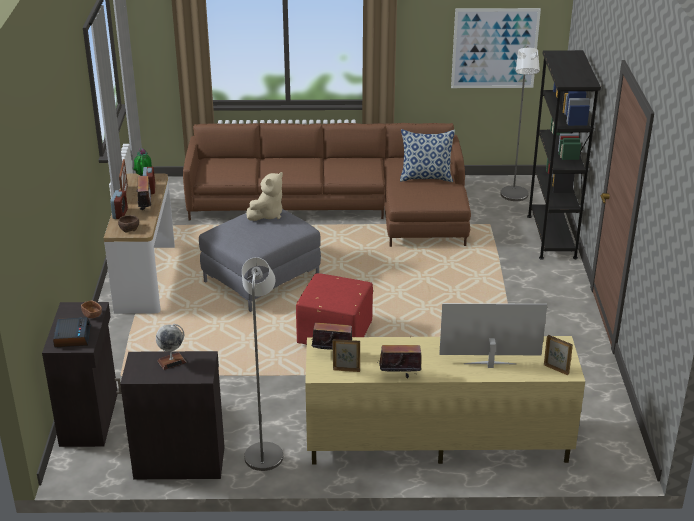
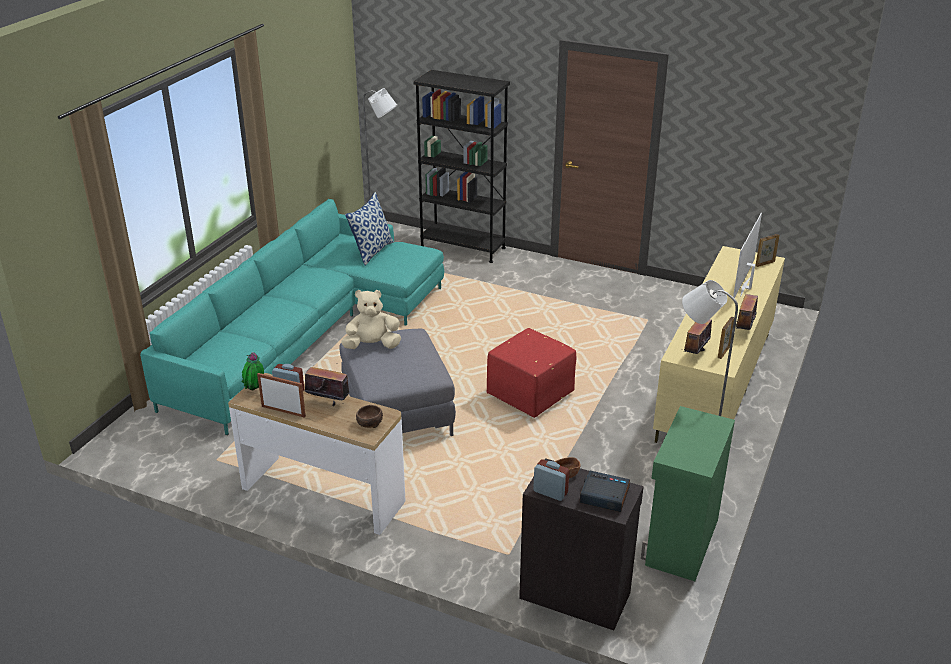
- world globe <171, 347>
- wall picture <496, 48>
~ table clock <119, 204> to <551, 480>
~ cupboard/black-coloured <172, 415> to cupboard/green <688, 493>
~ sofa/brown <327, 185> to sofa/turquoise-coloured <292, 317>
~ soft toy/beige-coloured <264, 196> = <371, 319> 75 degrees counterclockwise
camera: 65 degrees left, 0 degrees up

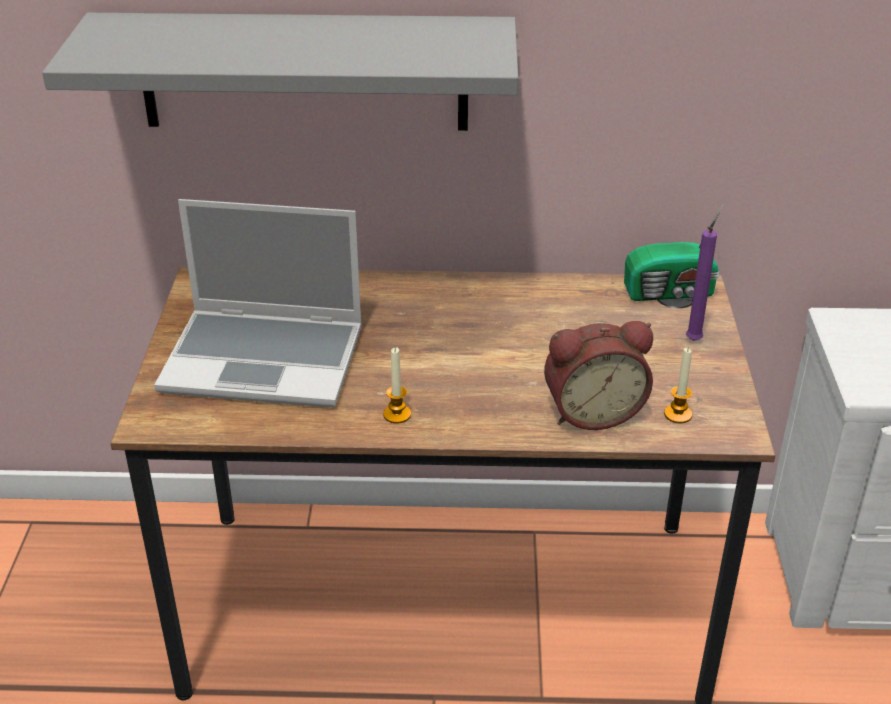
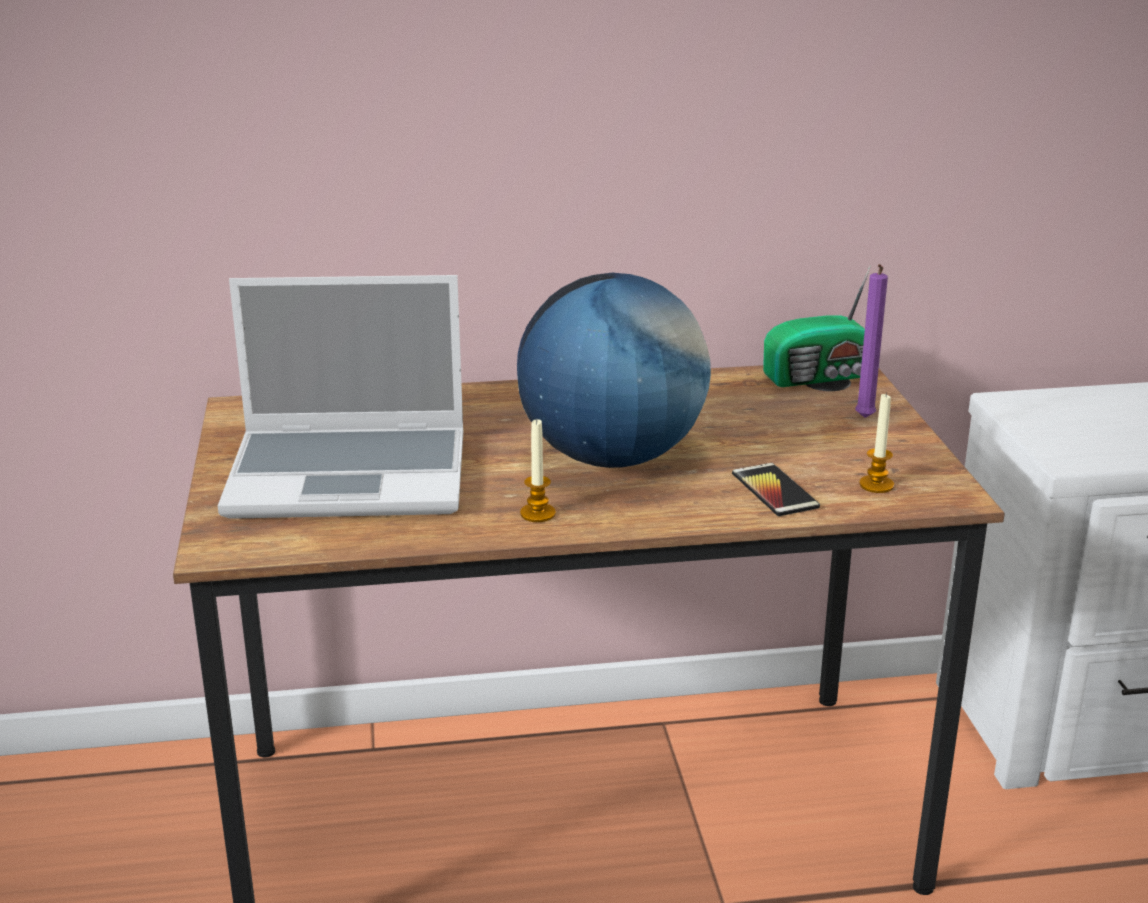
- wall shelf/gray <280, 72>
+ world globe <614, 370>
~ table clock <598, 375> to handset <776, 489>
camera: 10 degrees left, 10 degrees down

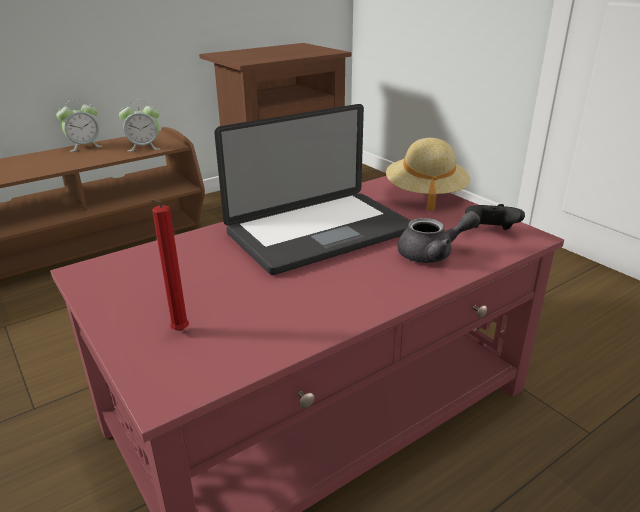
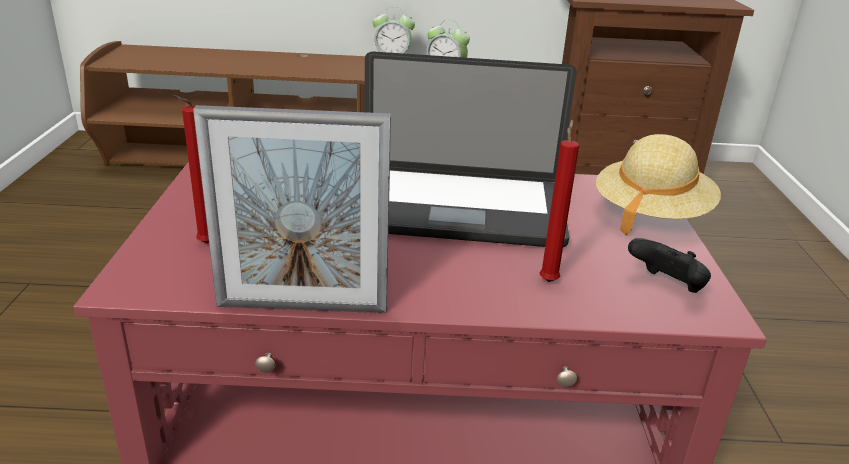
+ photo frame <292, 209>
~ teapot/gray <439, 237> to candle/reddish <559, 201>
camera: 35 degrees right, 0 degrees up

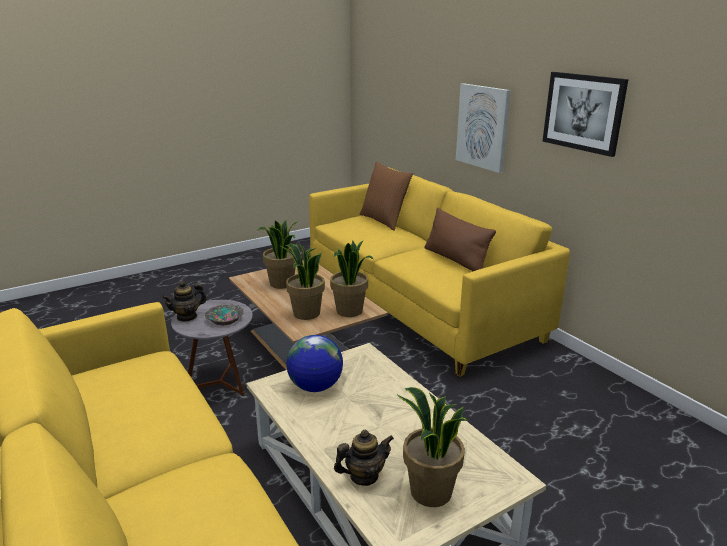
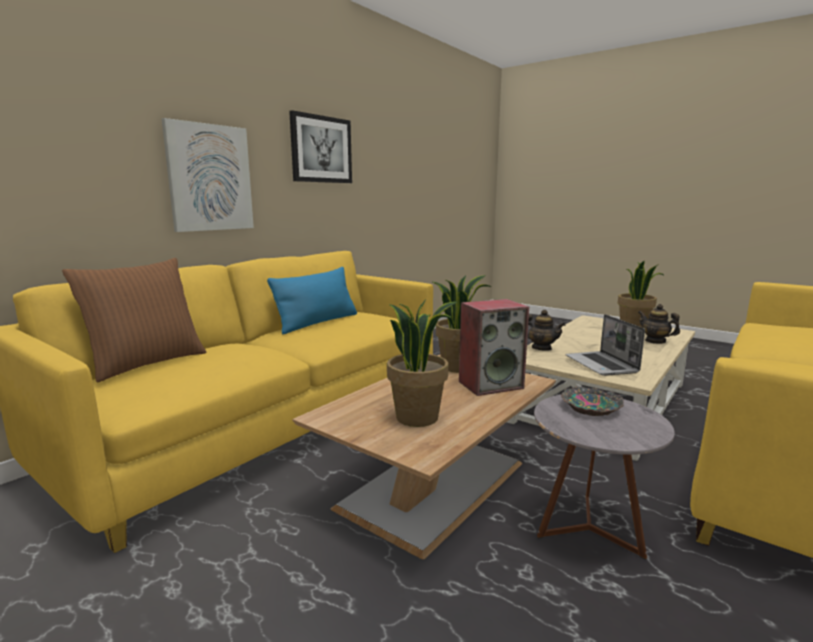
~ teapot <184, 301> to <546, 330>
~ potted plant <302, 281> to loudspeaker <494, 347>
~ world globe <314, 363> to laptop <605, 345>
~ cushion/brown <460, 239> to cushion/blue <312, 300>
camera: 110 degrees left, 10 degrees down

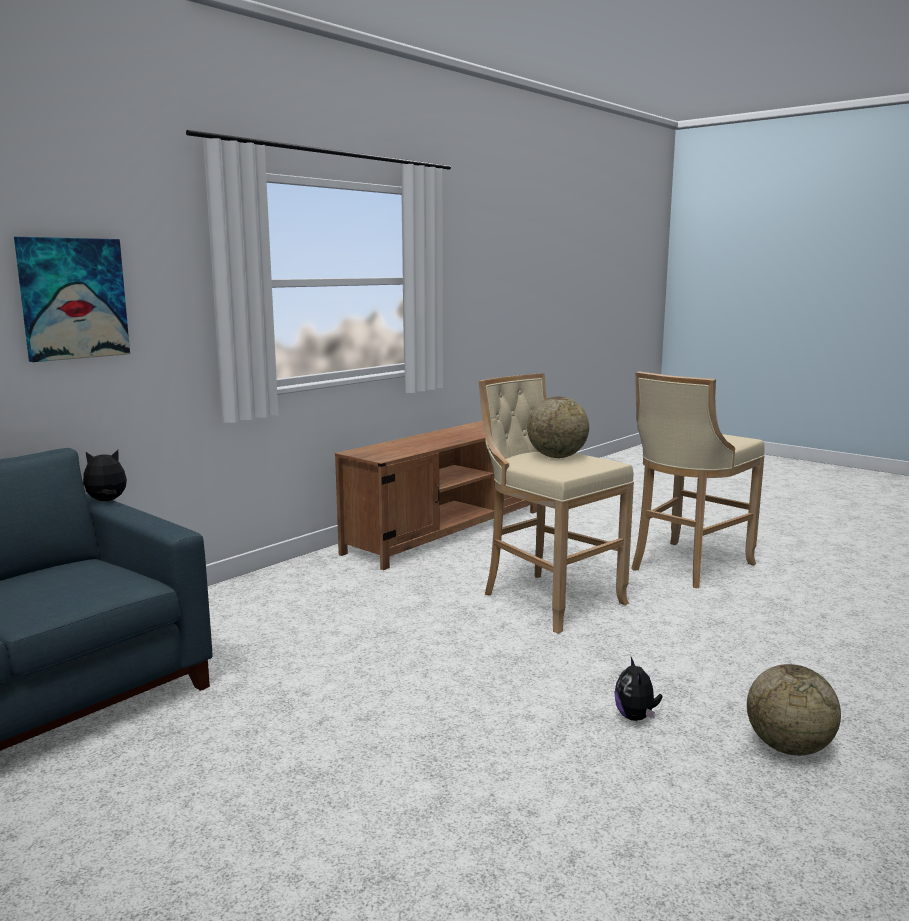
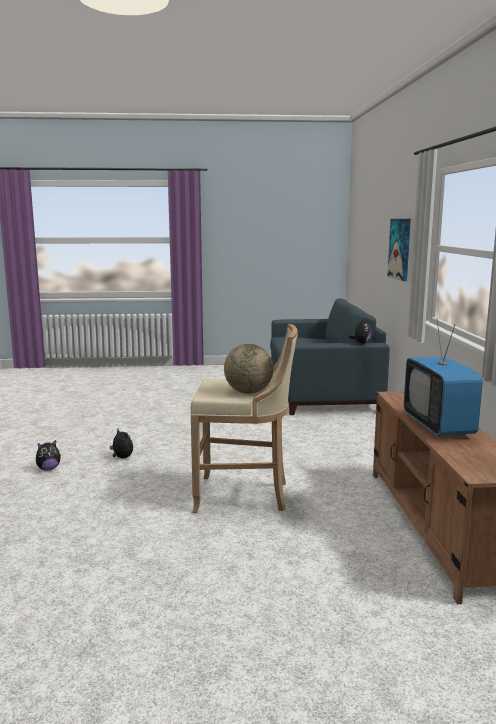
- sitting stool/beige-coloured <698, 479>
+ TV set <443, 377>
~ world globe <794, 710> to soft toy <48, 455>
camera: 135 degrees right, 0 degrees up

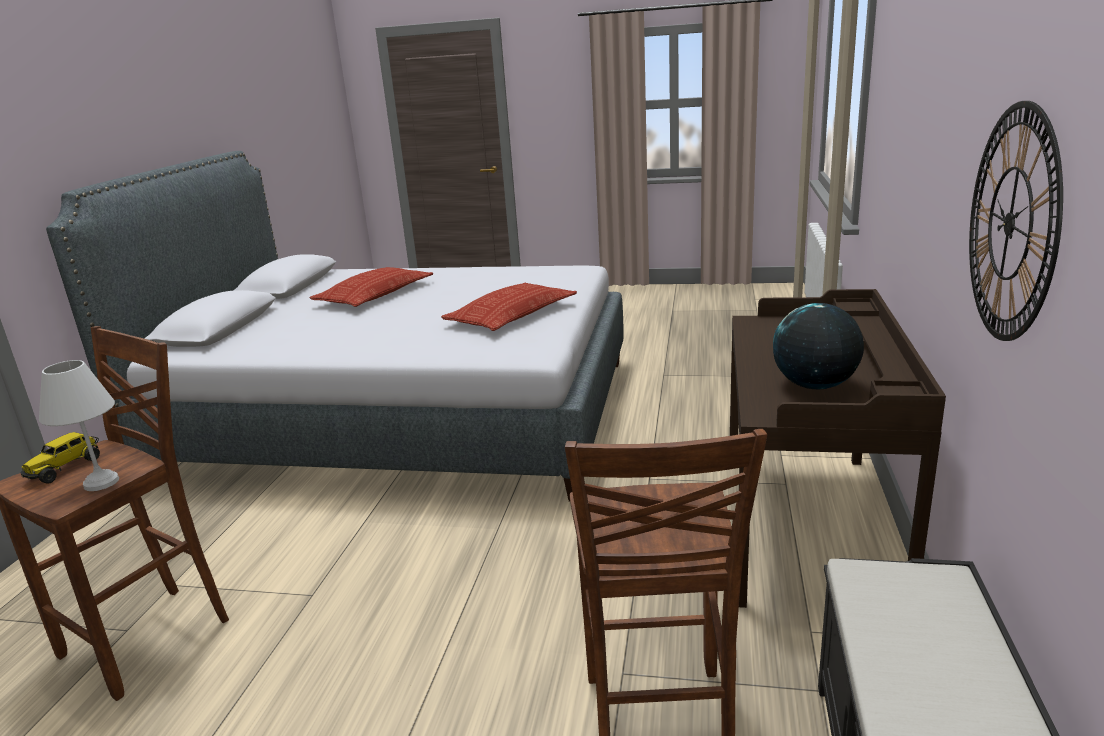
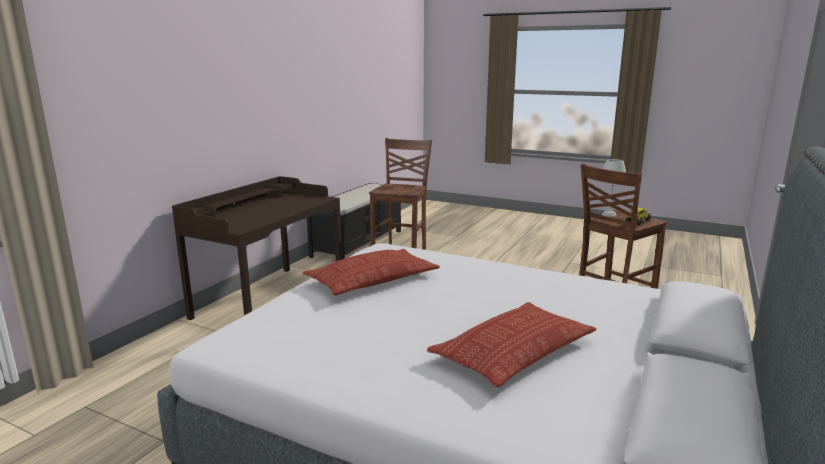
- world globe <818, 346>
- clock on the wall <1016, 221>
camera: 165 degrees left, 5 degrees down

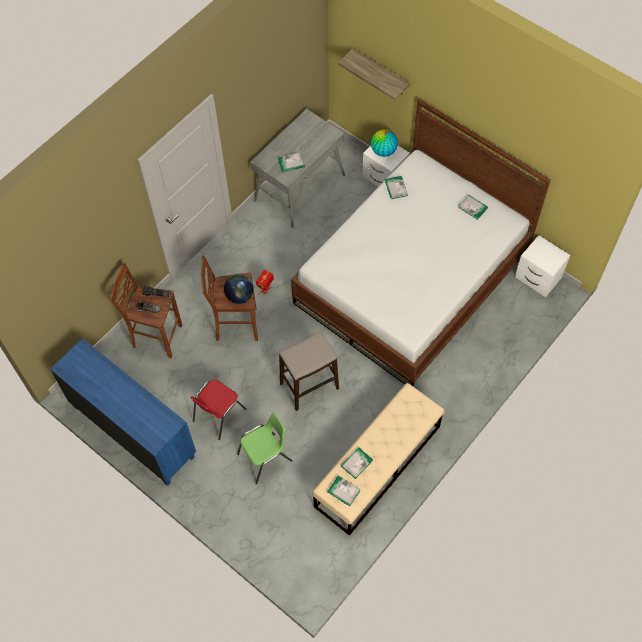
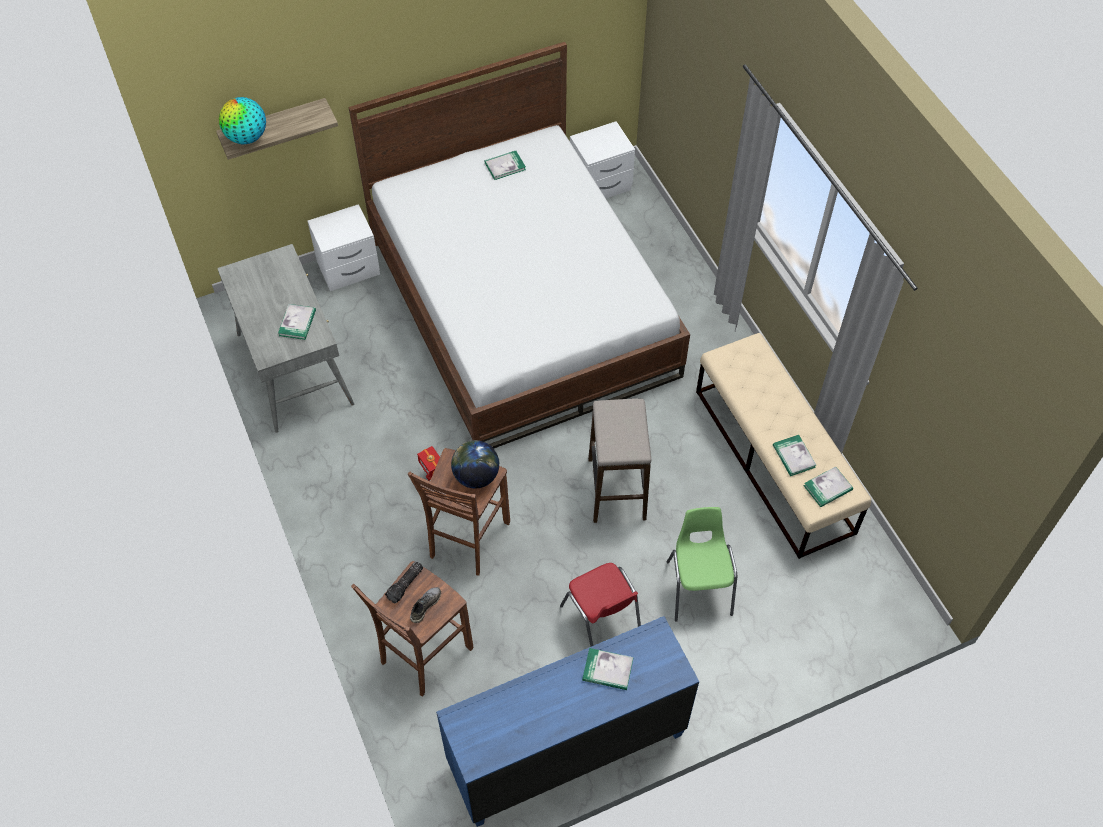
~ world globe <384, 143> to <242, 120>
~ bound book <396, 187> to <608, 669>
camera: 65 degrees left, 5 degrees down

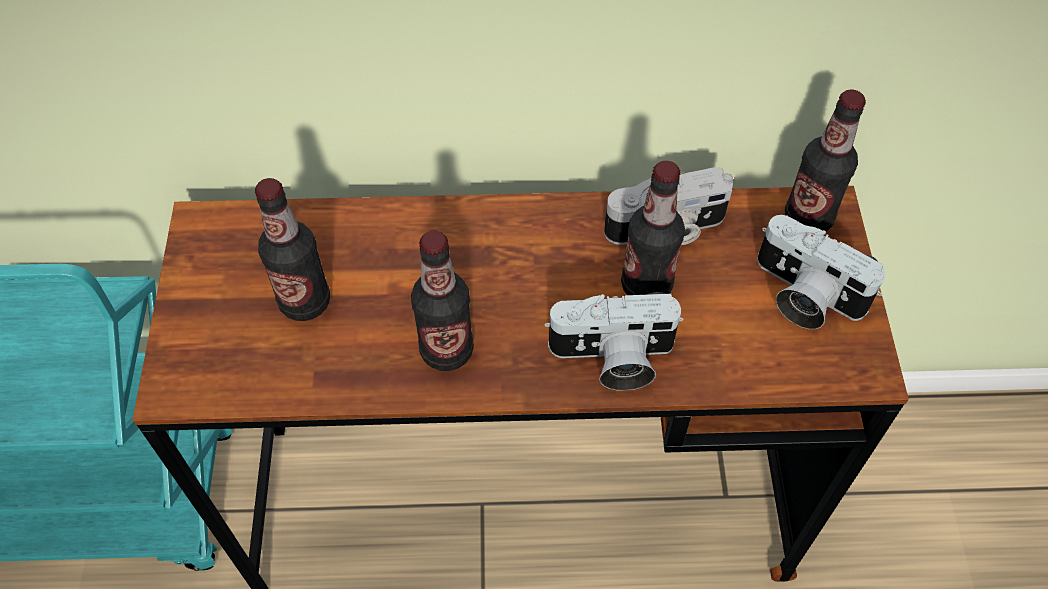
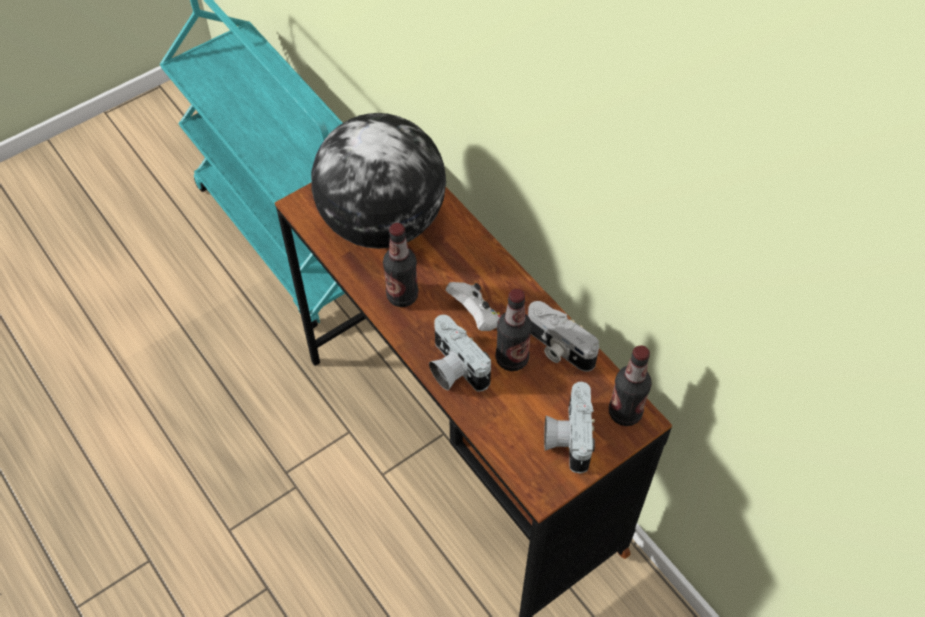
+ joypad/white <473, 306>
~ drink bottle <292, 249> to world globe <378, 181>
camera: 55 degrees right, 0 degrees up

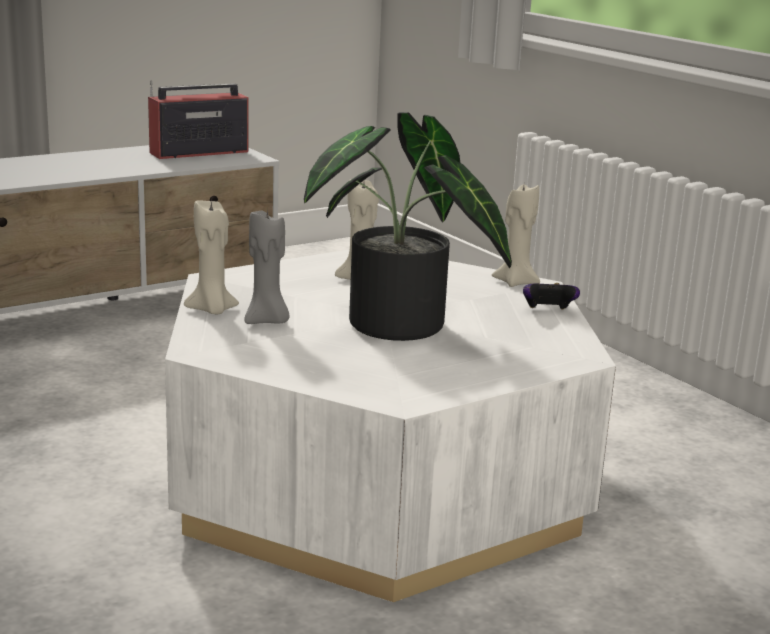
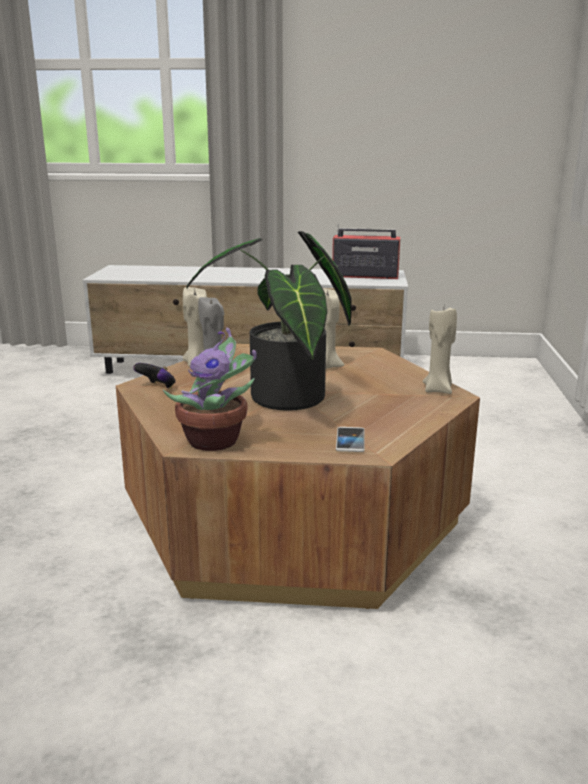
+ potted plant <210, 389>
+ handset <350, 439>
~ joypad <551, 296> to <154, 376>
~ lounge table/white <390, 425> to lounge table/brown <298, 476>
camera: 40 degrees right, 0 degrees up

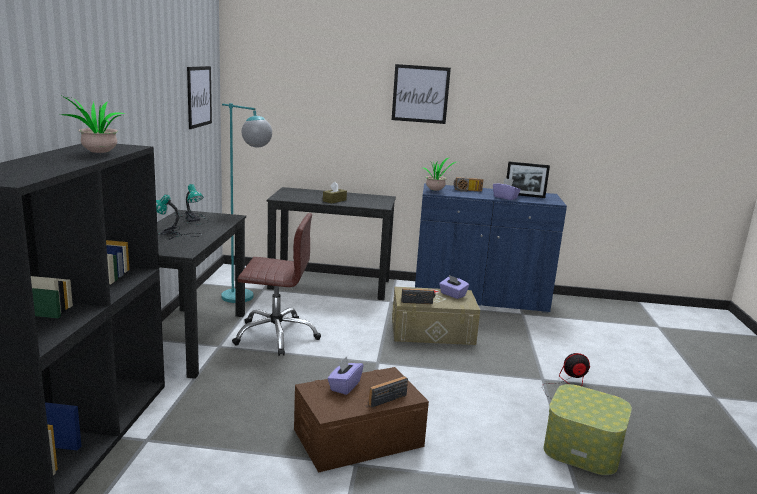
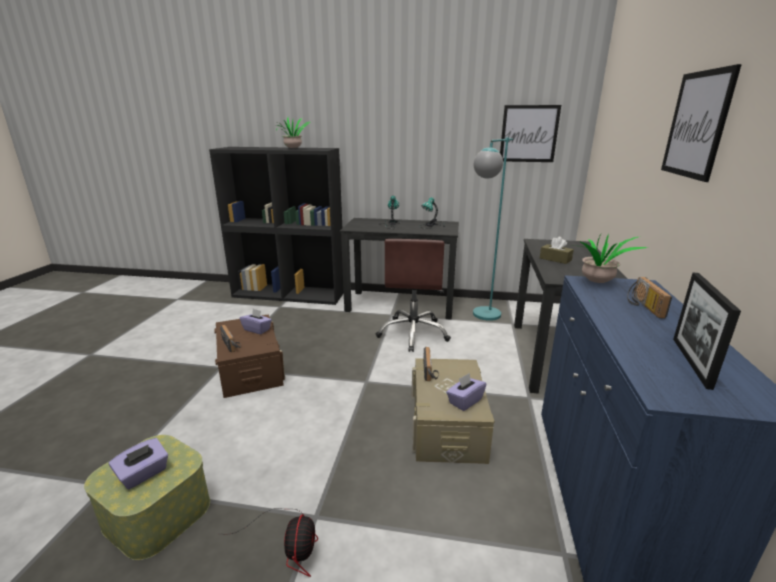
~ box of tissues/purplish <507, 189> to <138, 463>
camera: 95 degrees right, 5 degrees up

